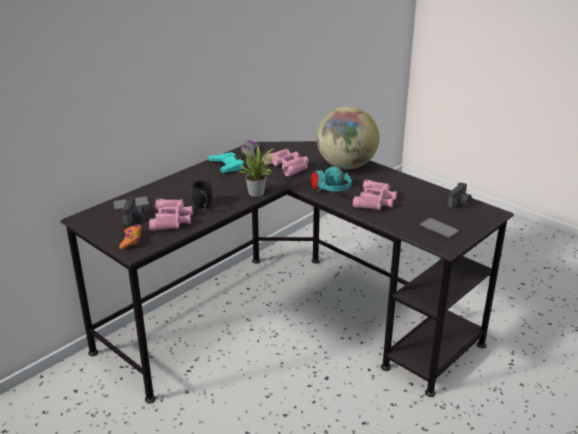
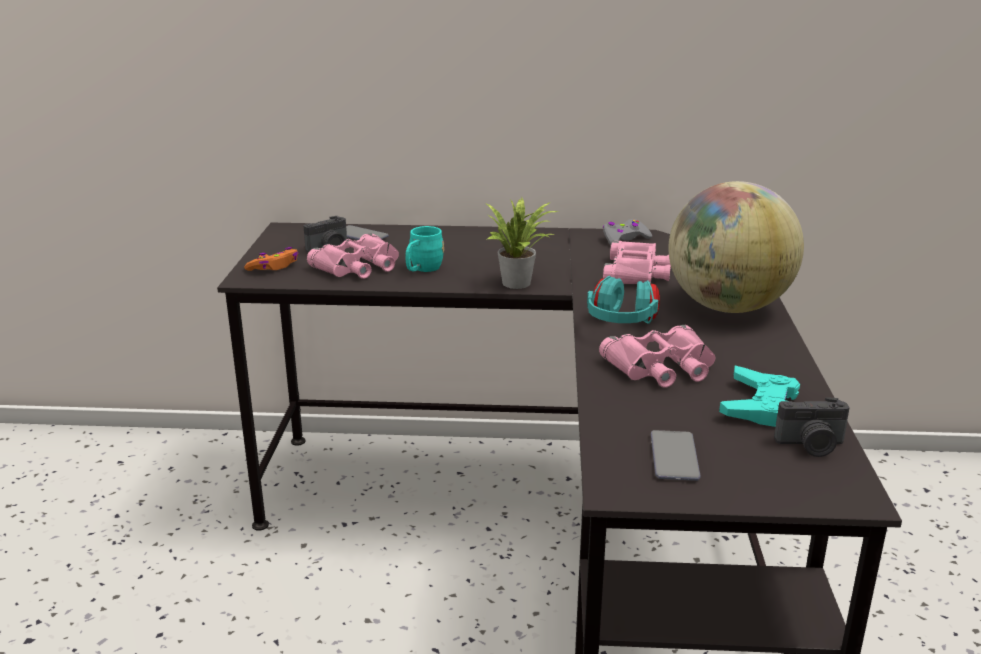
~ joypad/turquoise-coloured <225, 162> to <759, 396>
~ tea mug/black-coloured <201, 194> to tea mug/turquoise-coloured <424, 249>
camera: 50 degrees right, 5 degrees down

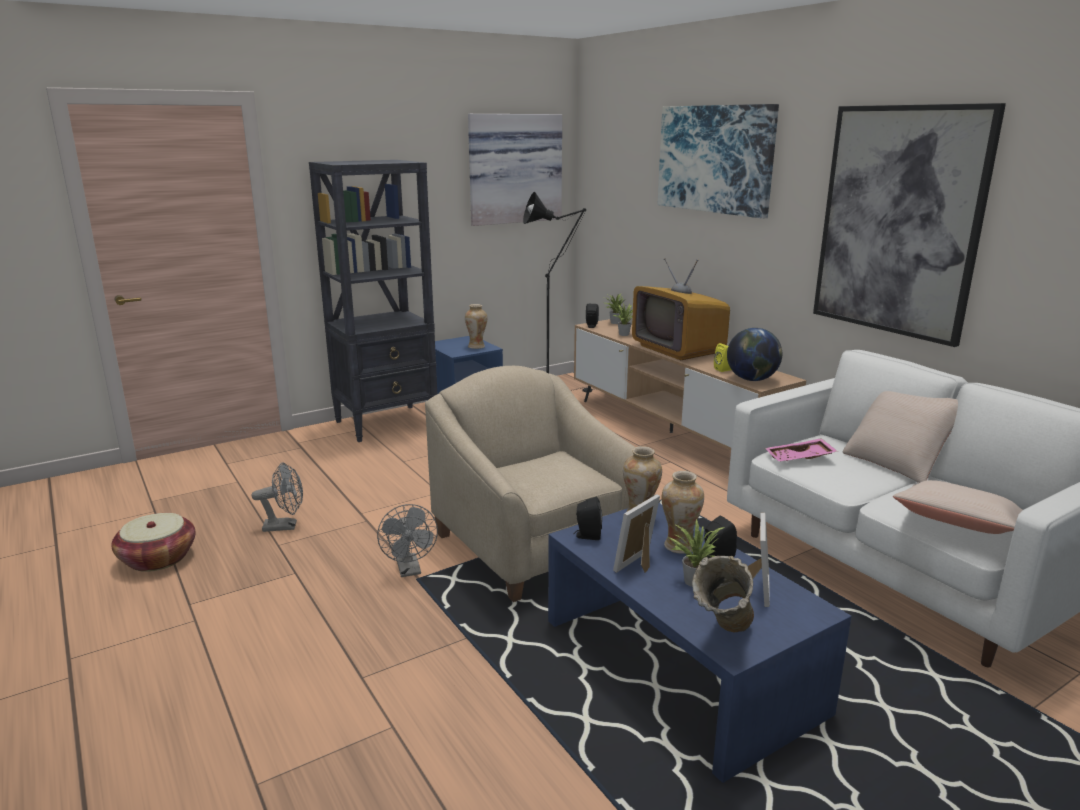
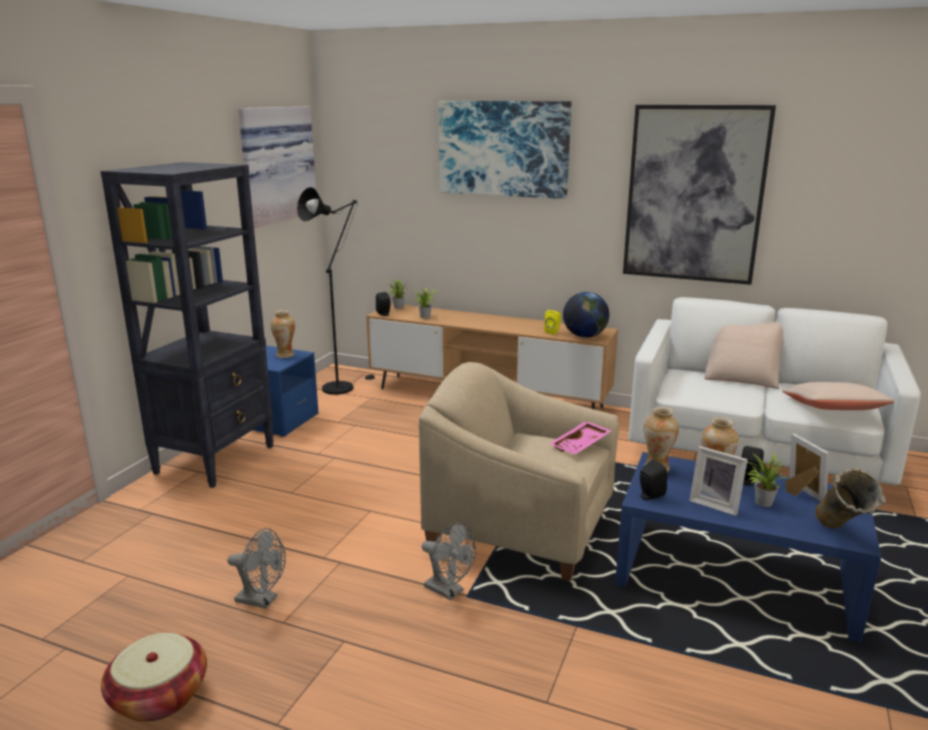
- TV set <681, 309>
~ carrying tray/pink-coloured <801, 450> to <580, 438>
~ cooling fan/gray <277, 497> = <256, 568> 60 degrees clockwise
~ photo frame <636, 533> = <718, 481> 60 degrees counterclockwise
camera: 35 degrees left, 0 degrees up

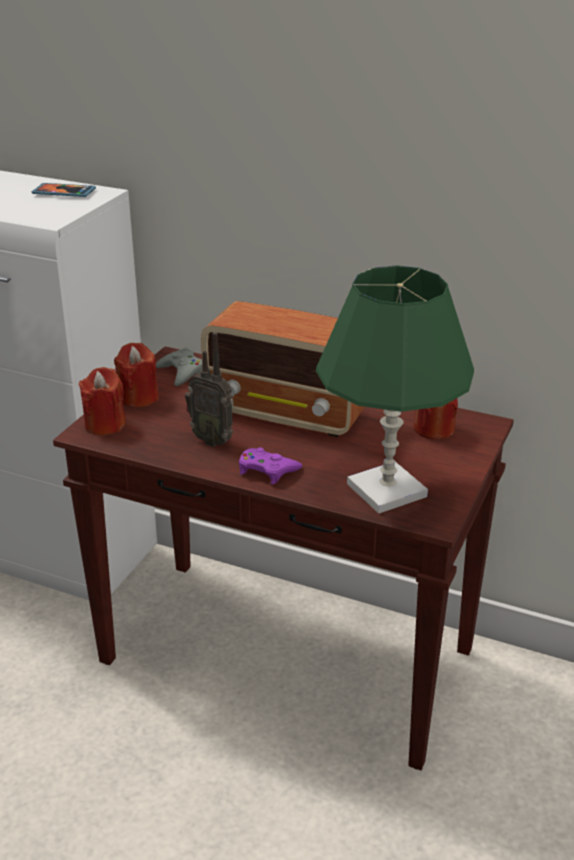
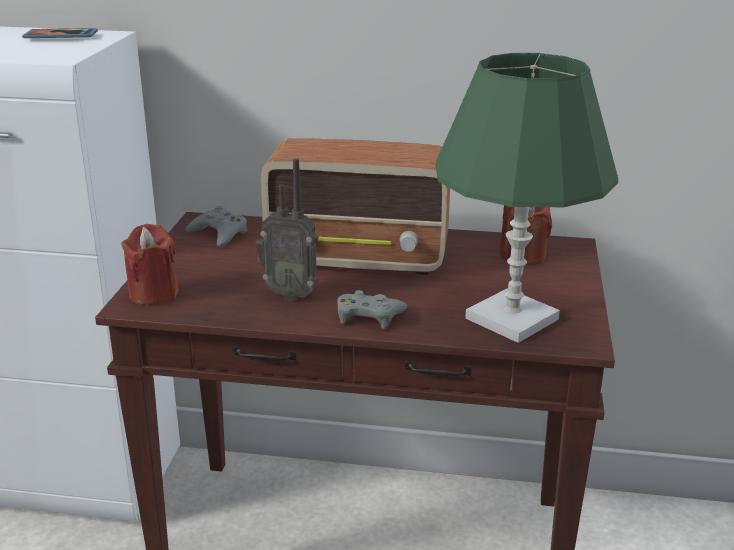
- candle/reddish <136, 375>
~ joypad/purplish <270, 465> to joypad/gray <372, 309>
camera: 15 degrees left, 5 degrees down

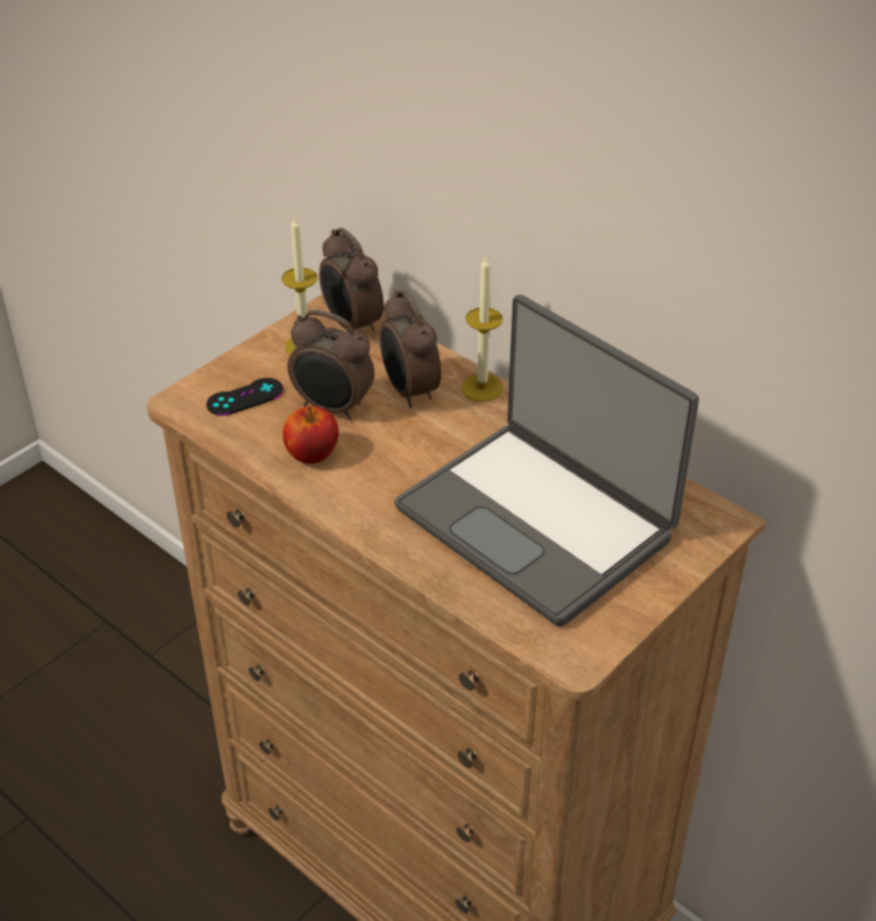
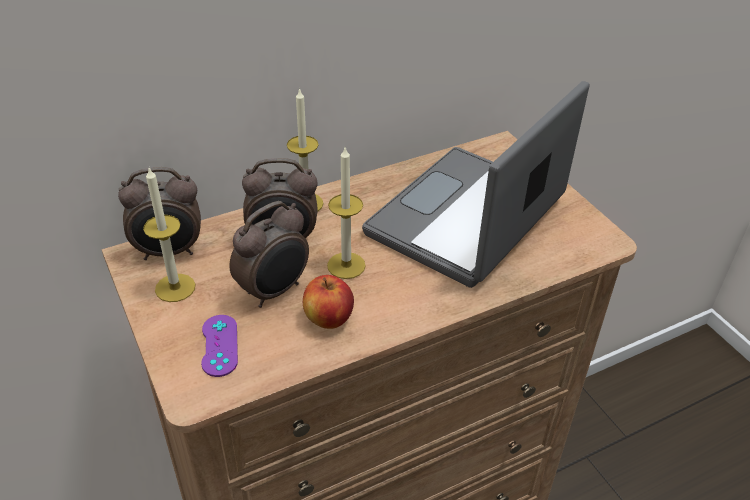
+ candle <346, 213>
~ joypad/black-coloured <244, 397> to joypad/purplish <219, 346>
~ laptop <546, 461> = <475, 184> 150 degrees clockwise
camera: 70 degrees left, 0 degrees up

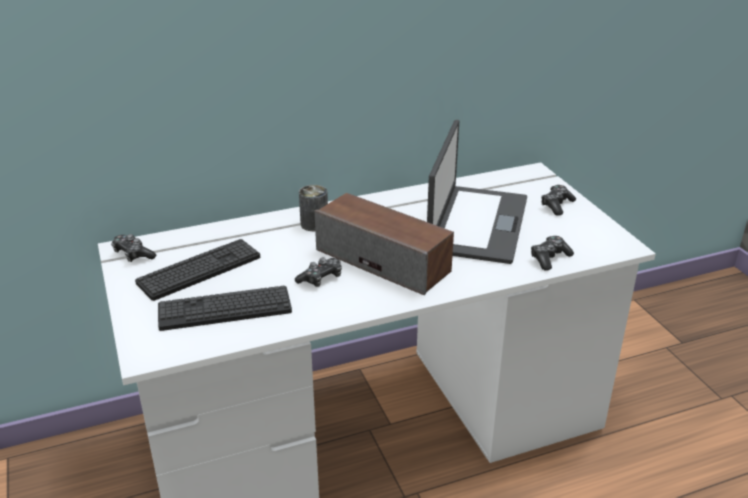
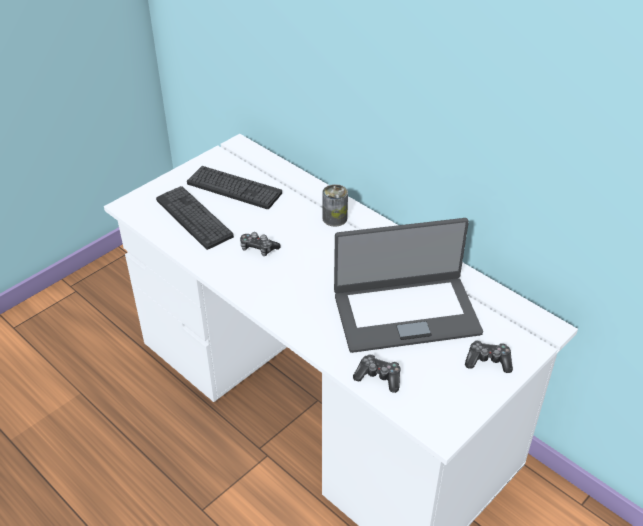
- joypad <133, 248>
- loudspeaker <384, 244>
camera: 65 degrees right, 10 degrees up

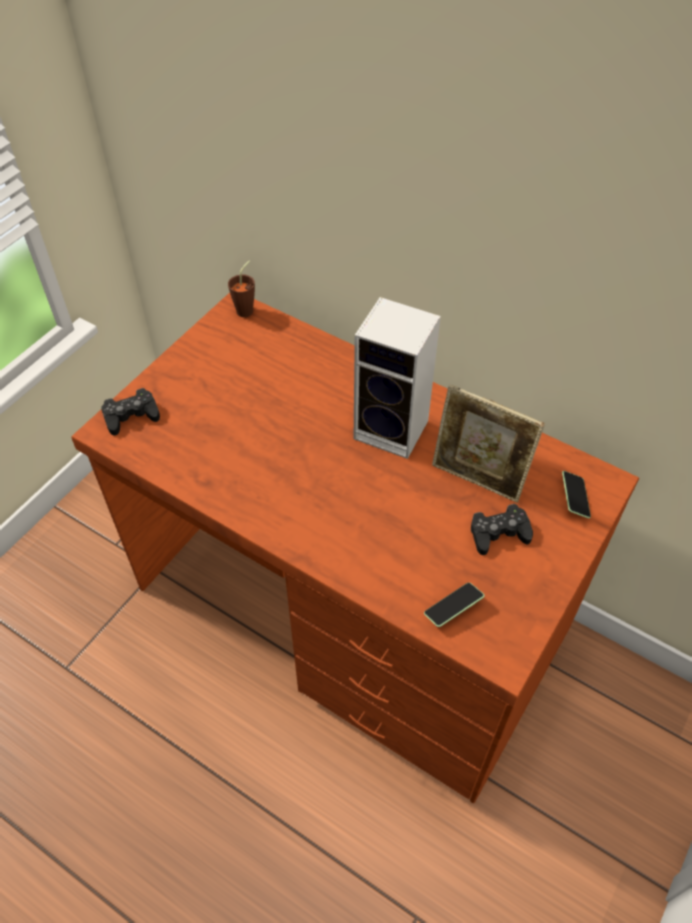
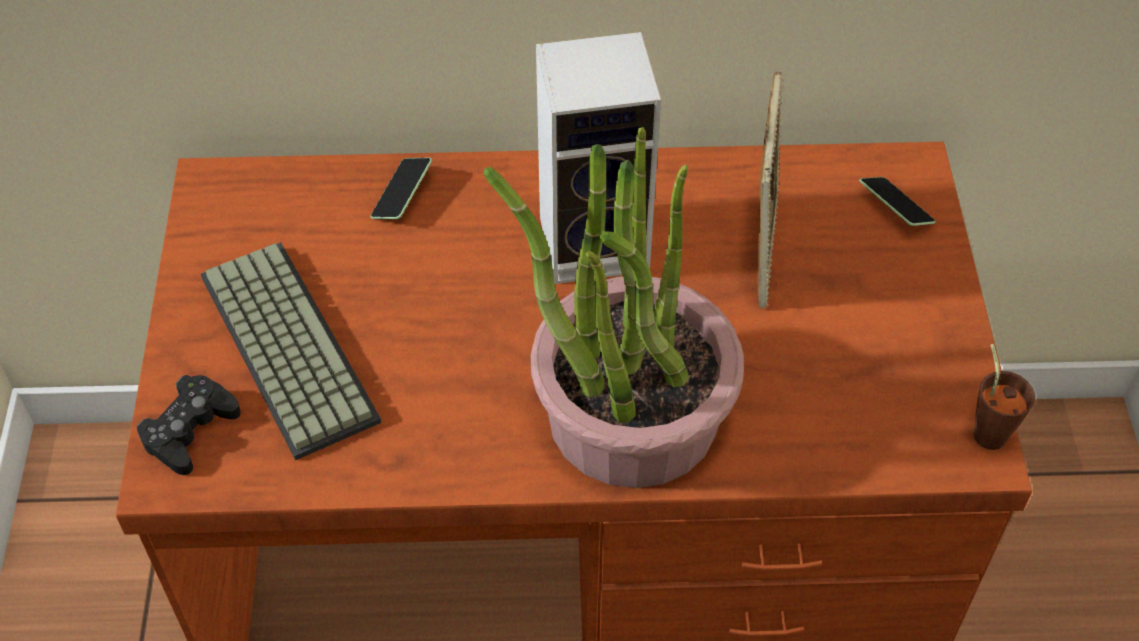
- joypad/black-coloured <502, 529>
+ computer keyboard <291, 351>
+ potted plant <614, 307>
~ cup/brown <241, 289> to <1004, 397>
~ handset <454, 605> to <401, 188>
~ photo frame <488, 443> = <769, 189> 75 degrees counterclockwise
camera: 35 degrees left, 0 degrees up

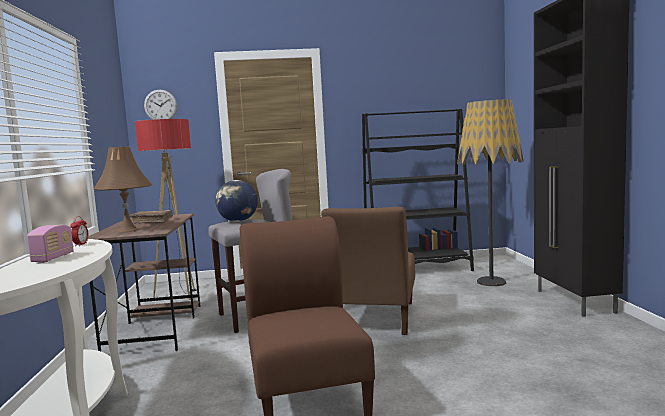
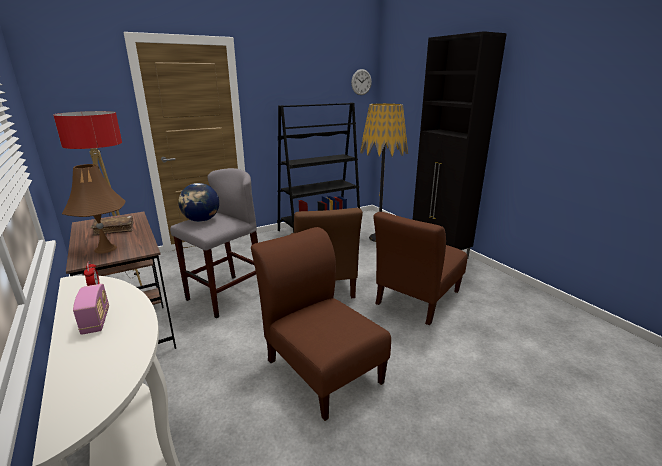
+ upright chair/brown <420, 268>
~ clock on the wall <160, 104> to <361, 82>
camera: 25 degrees left, 15 degrees up

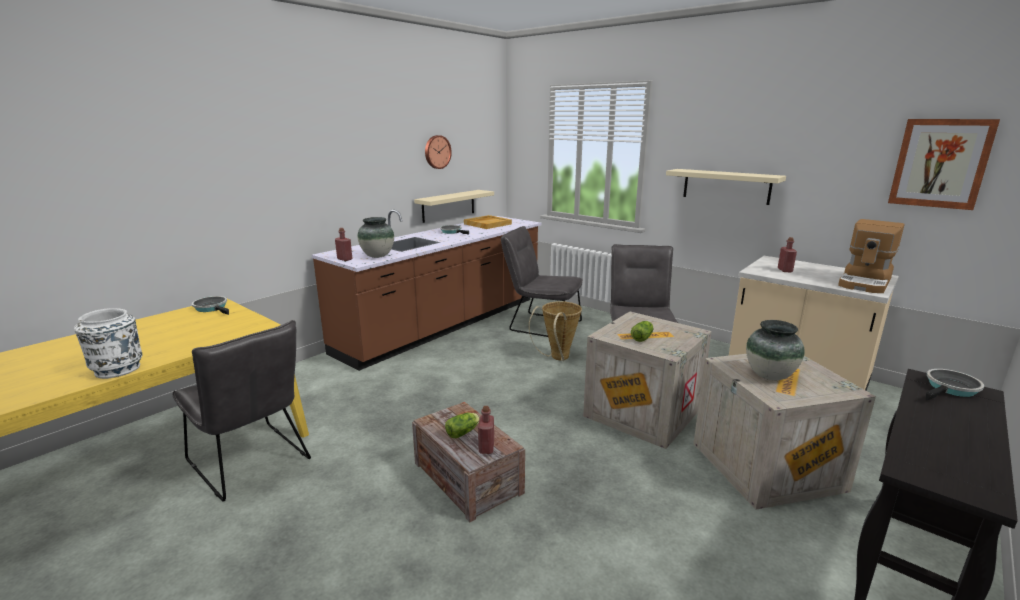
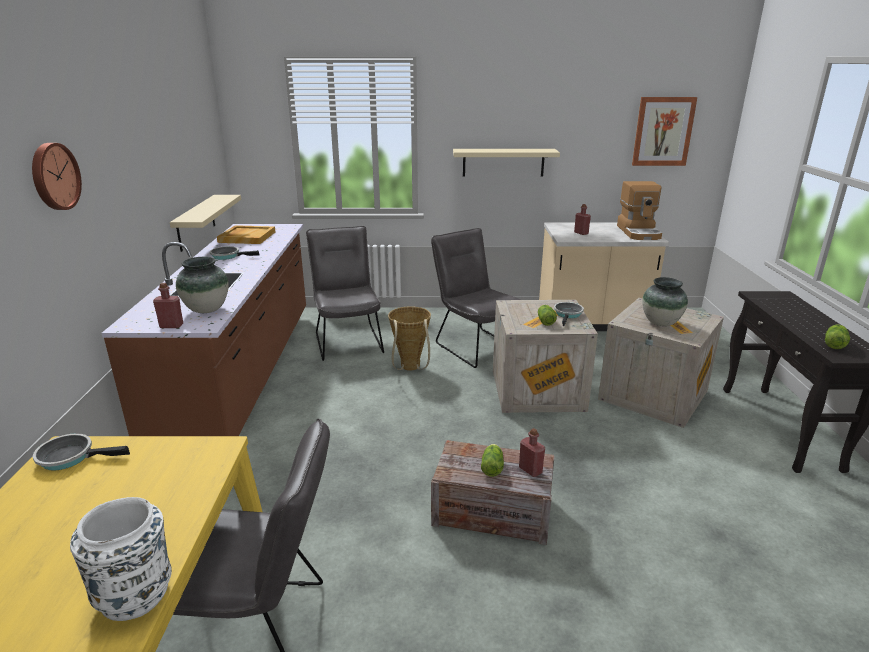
+ lettuce head <837, 337>
~ clock on the wall <438, 152> to <57, 176>
~ skillet <955, 384> to <569, 314>
~ upright chair/gray <542, 281> = <345, 293> 90 degrees clockwise
camera: 40 degrees left, 5 degrees up

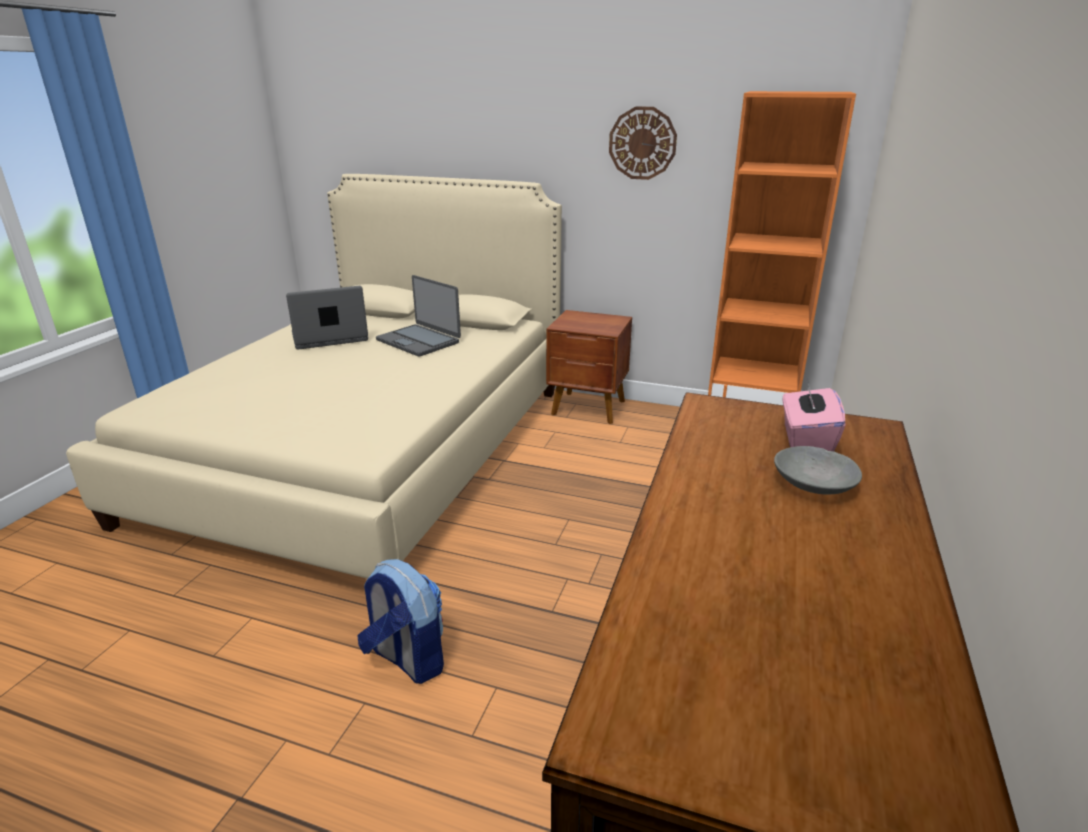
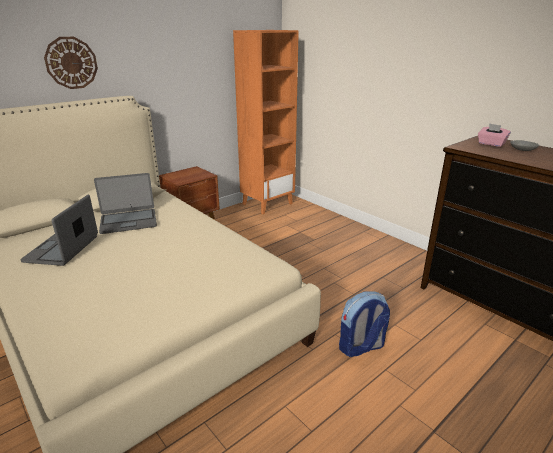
~ clock on the wall <643, 143> to <71, 63>
camera: 60 degrees left, 0 degrees up

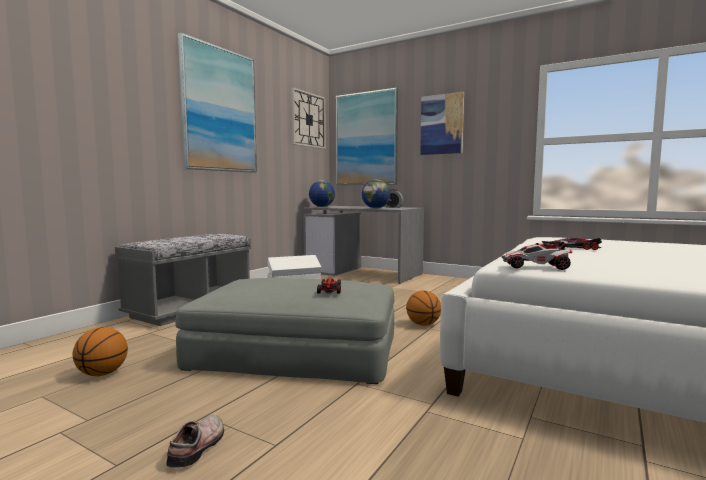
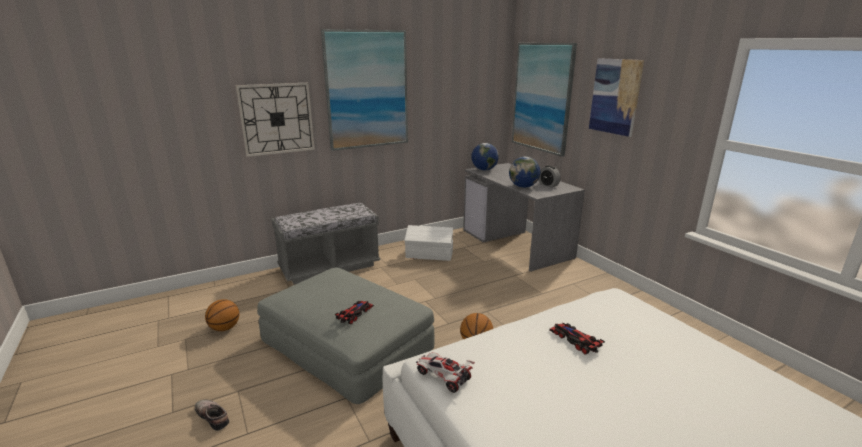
~ clock on the wall <308, 118> to <275, 120>
~ shoe <195, 441> = <212, 415> 90 degrees counterclockwise
camera: 30 degrees right, 15 degrees up

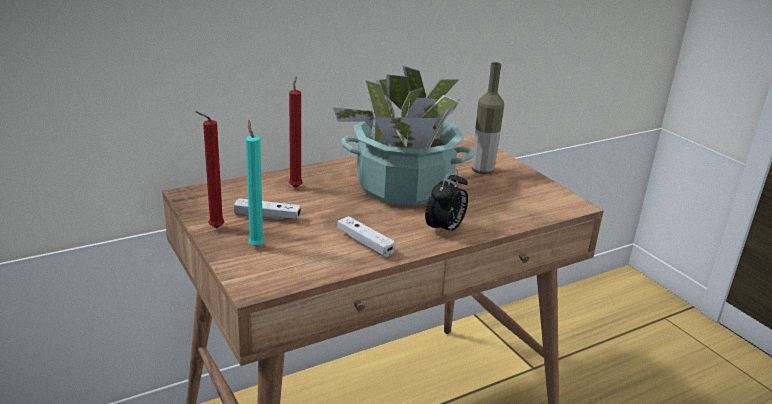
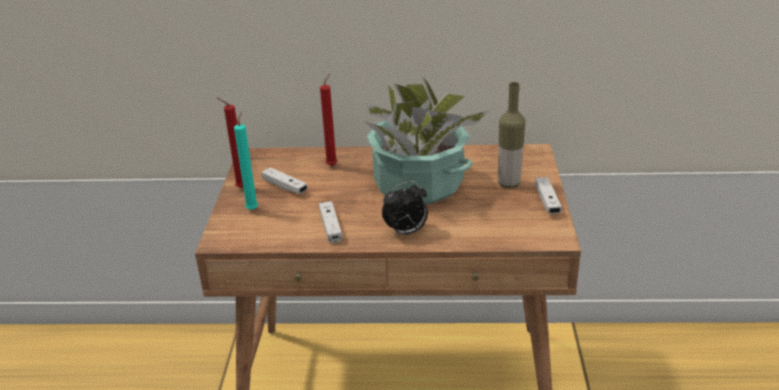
+ joypad/white <548, 195>
camera: 35 degrees right, 5 degrees up

